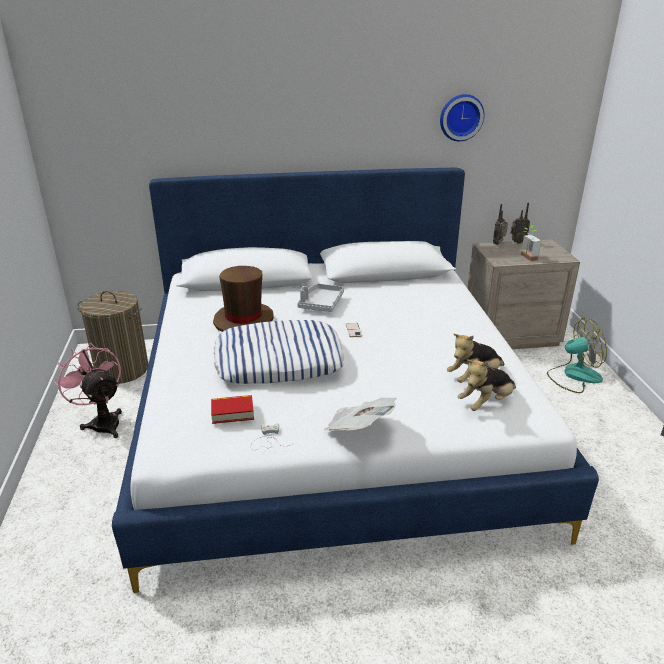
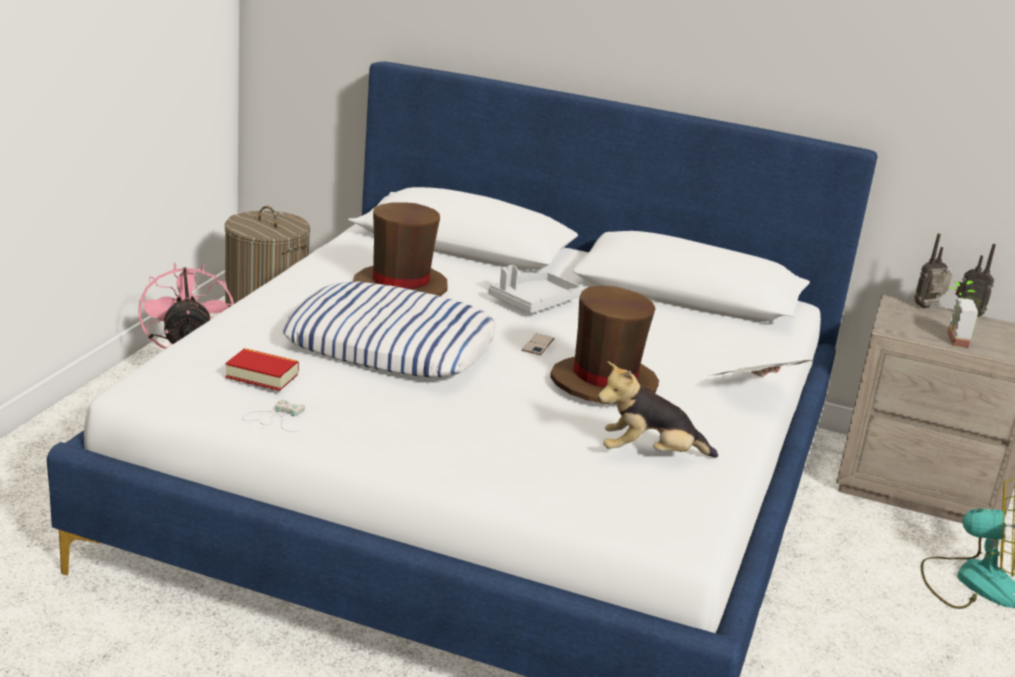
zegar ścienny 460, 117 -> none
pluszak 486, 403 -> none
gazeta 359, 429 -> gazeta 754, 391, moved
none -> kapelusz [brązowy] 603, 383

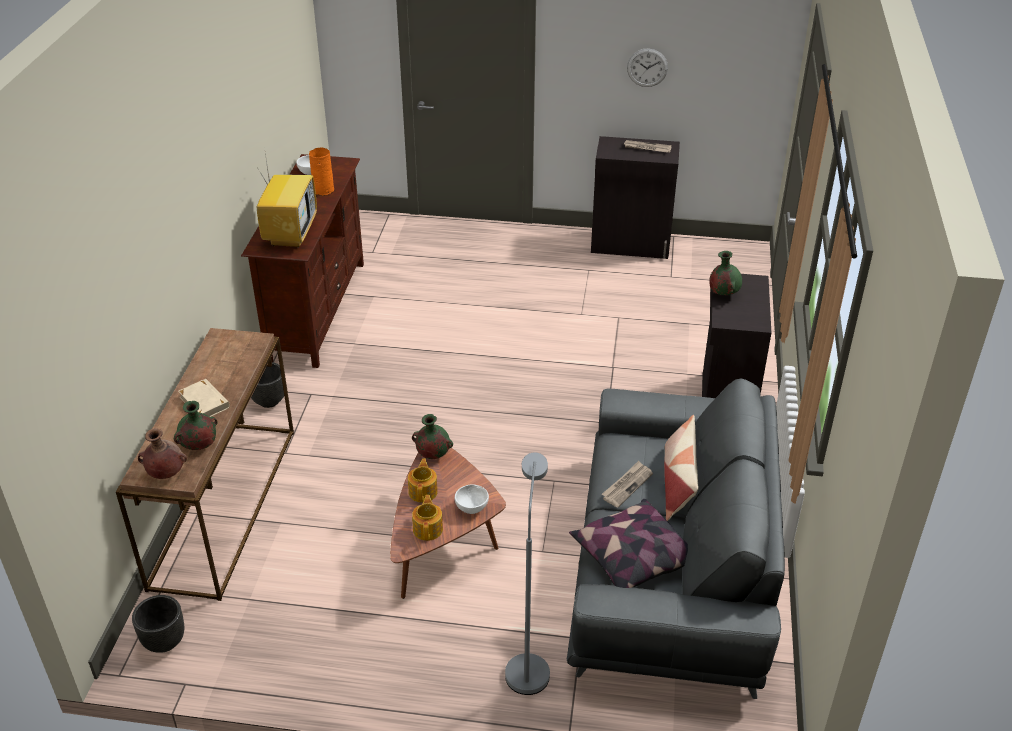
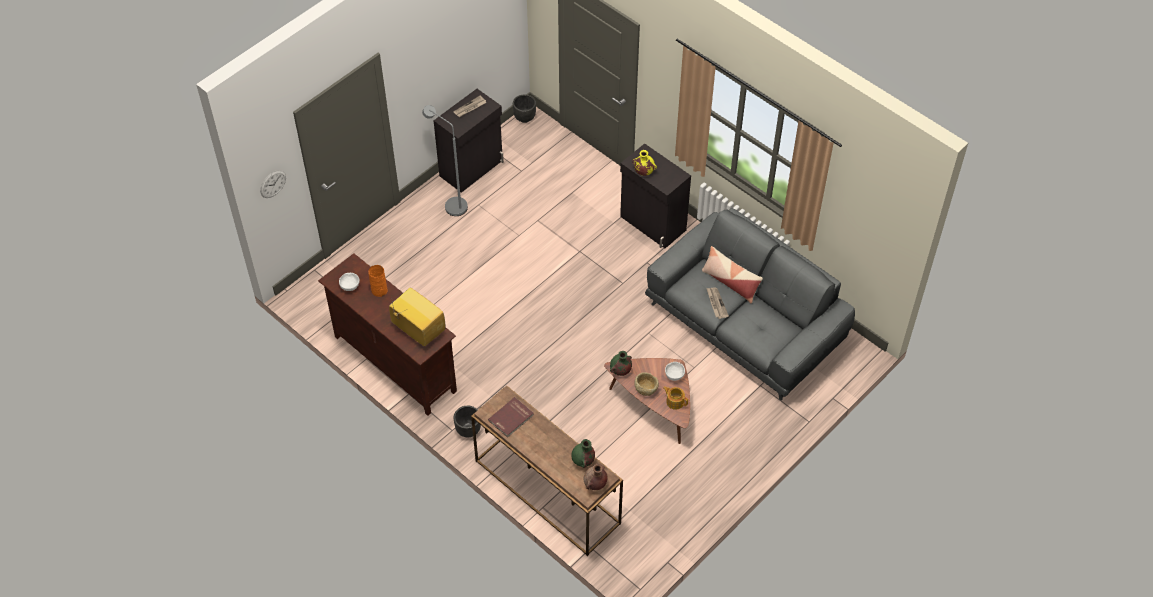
zegar ścienny 647, 67 -> zegar ścienny 273, 184, moved
wazon [zielony] 723, 293 -> wazon [żółty] 643, 171
książka [beżowy] 205, 402 -> none
lampa stojąca [szary] 528, 665 -> lampa stojąca [szary] 451, 204, moved
imbryk 423, 491 -> miska [beżowy] 646, 389
poduszka 632, 558 -> none
donica [czarny] 164, 642 -> donica [czarny] 524, 118, moved
none -> książka [czerwony] 511, 418

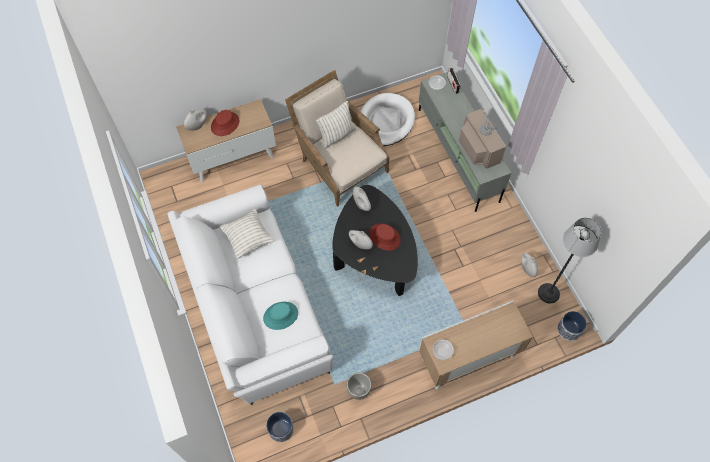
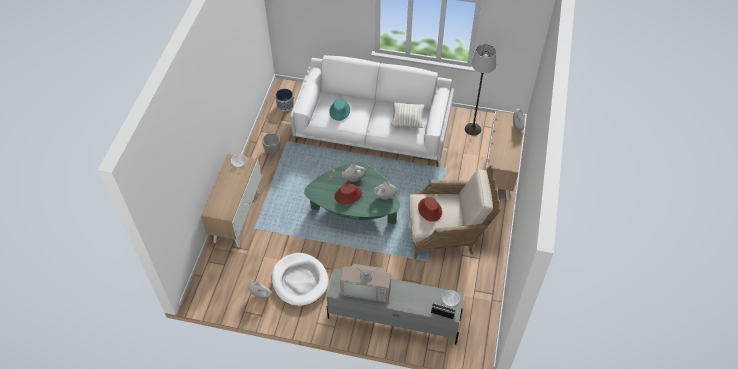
legowisko [biały] 385, 121 -> legowisko [biały] 300, 280, moved
poduszka 337, 135 -> none
kapelusz [czerwony] 225, 124 -> kapelusz [czerwony] 430, 209, moved
ława [czarny] 374, 253 -> ława [zielony] 354, 210
lampa stojąca 548, 293 -> lampa stojąca 473, 129, moved
donica 568, 329 -> none

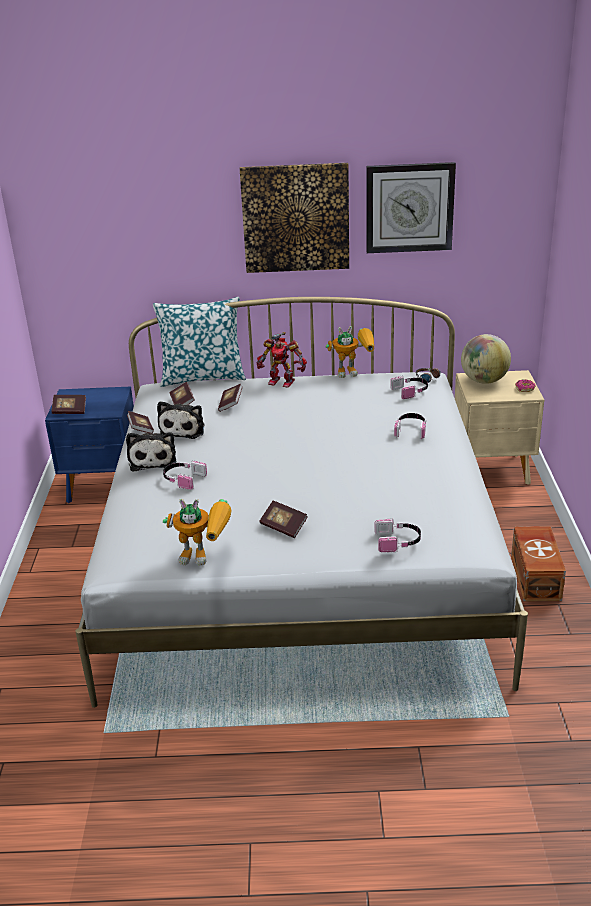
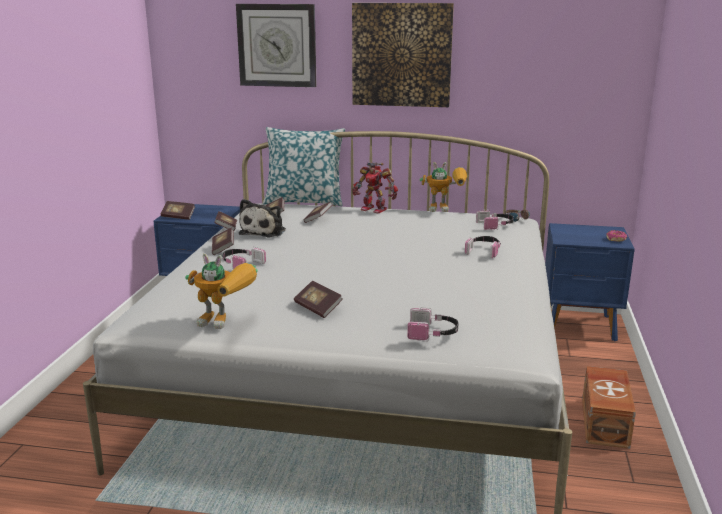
zegar ścienny 409, 208 -> zegar ścienny 277, 45, moved
globus 484, 381 -> none
szafka nocna [beżowy] 493, 471 -> szafka nocna [niebieski] 580, 326
pluszak 153, 459 -> książka 223, 248

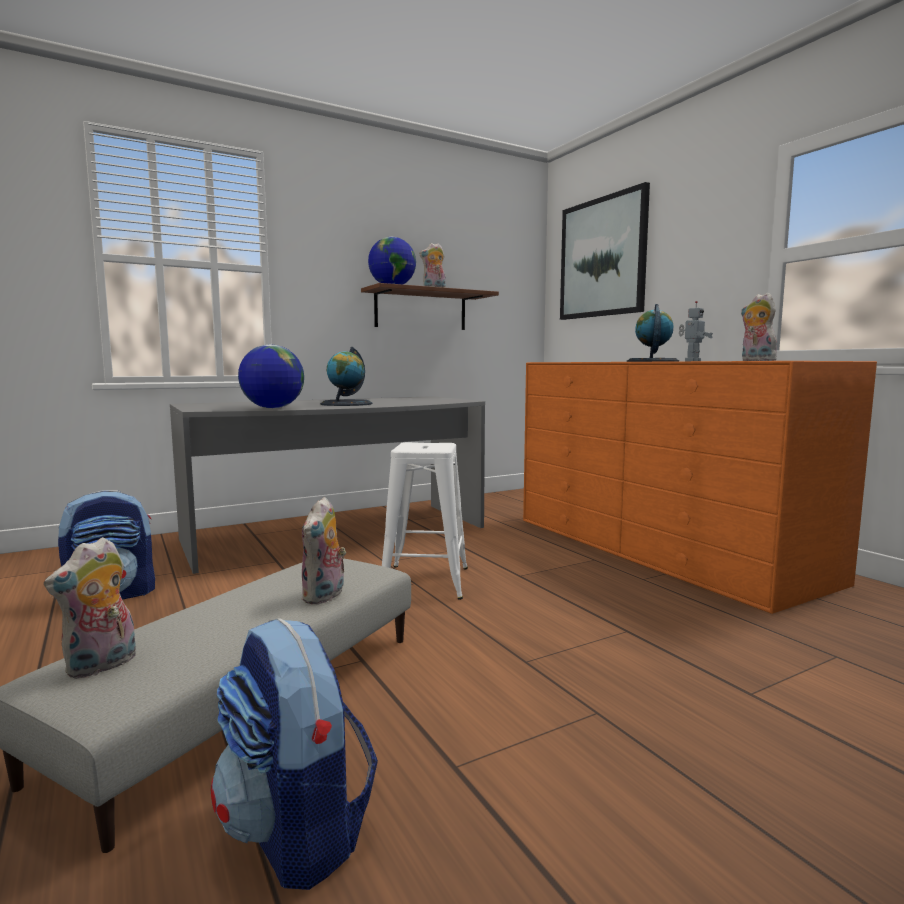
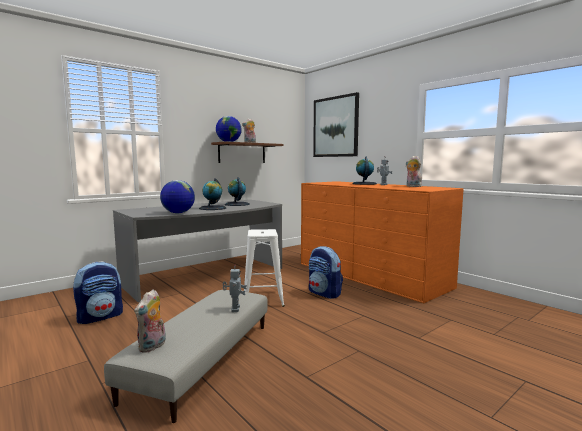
pluszak 325, 596 -> robot zabawkowy 234, 309
plecak 297, 831 -> plecak 324, 293, moved
none -> globus 237, 204

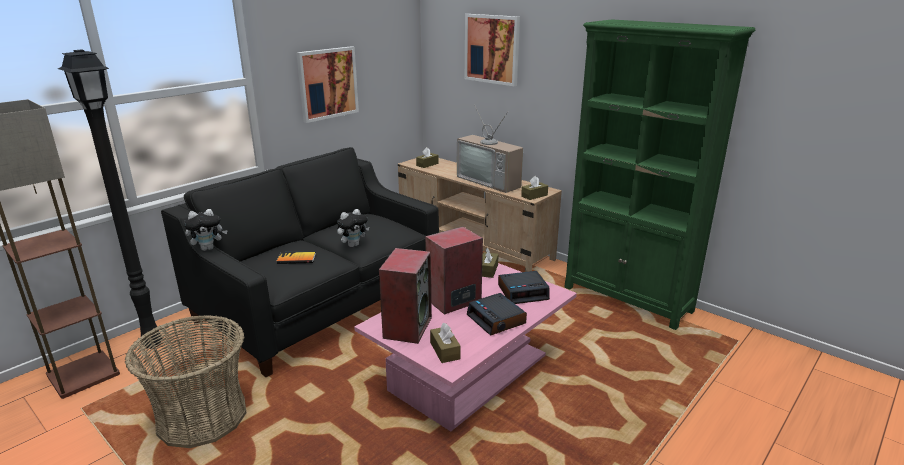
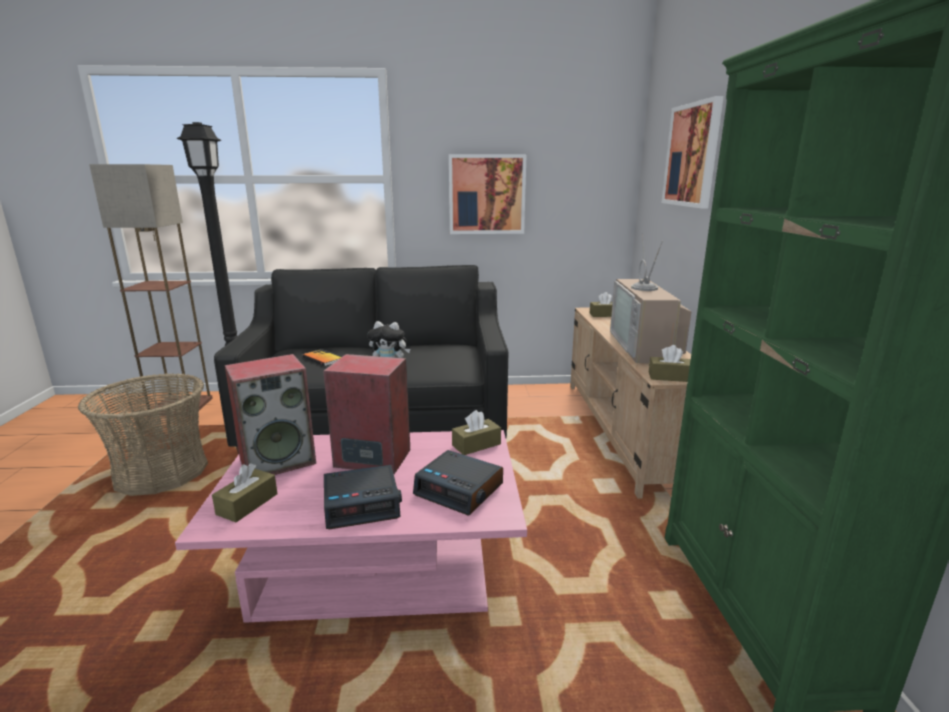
pluszak 208, 248 -> none
budzik 497, 320 -> budzik 362, 503, 120 degrees counterclockwise

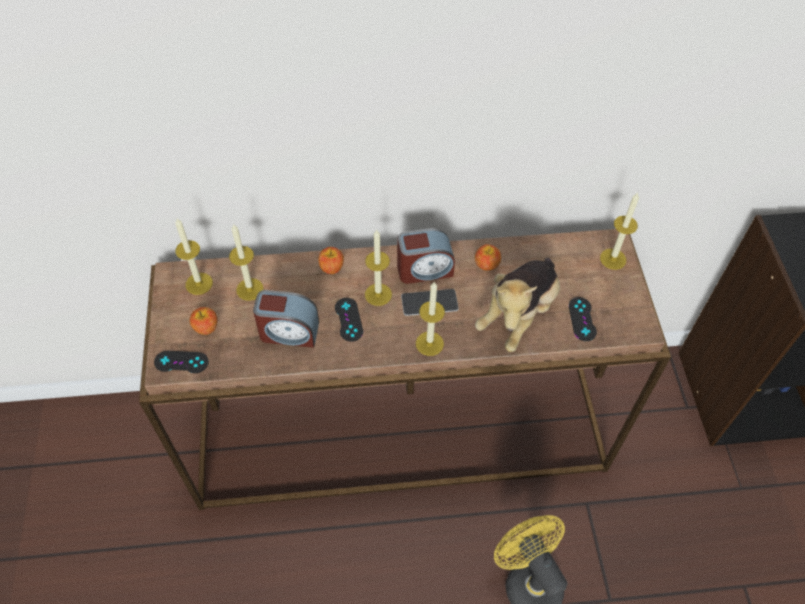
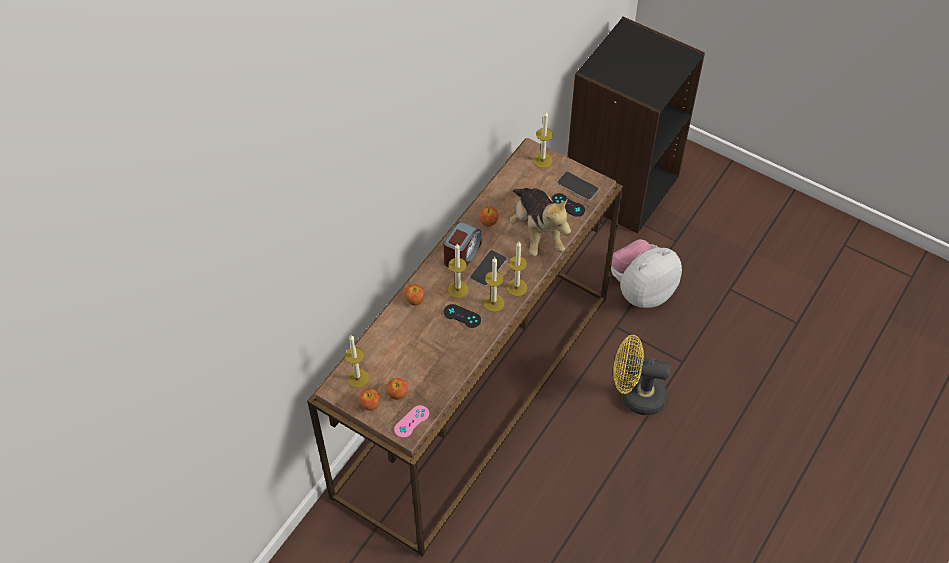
świeca 250, 289 -> świeca 493, 303, moved
budzik 289, 332 -> none
pad do gier [czarny] 181, 362 -> pad do gier [różowy] 411, 421
none -> telefon 577, 186
none -> pluszak 641, 290
none -> jabłko 370, 404

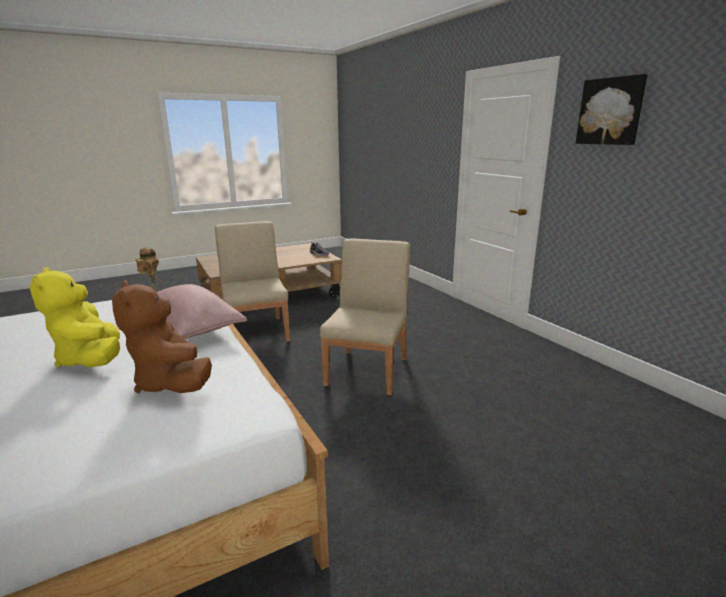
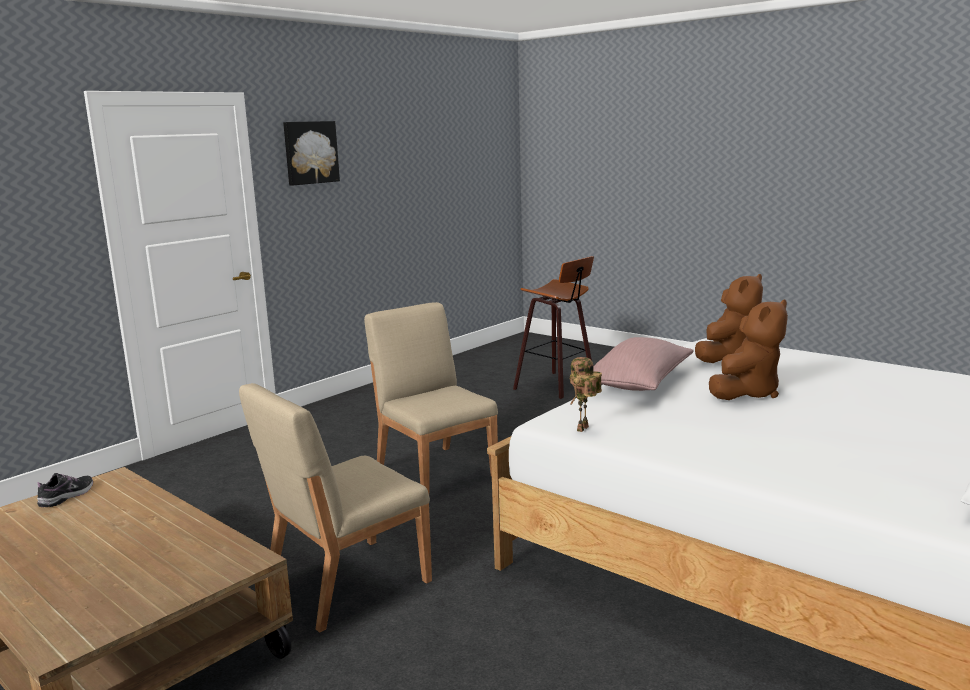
krzesło [beżowy] 368, 370 -> krzesło [beżowy] 436, 471, 60 degrees clockwise
pluszak [żółty] 91, 360 -> pluszak [brązowy] 747, 393
none -> stołek 558, 386

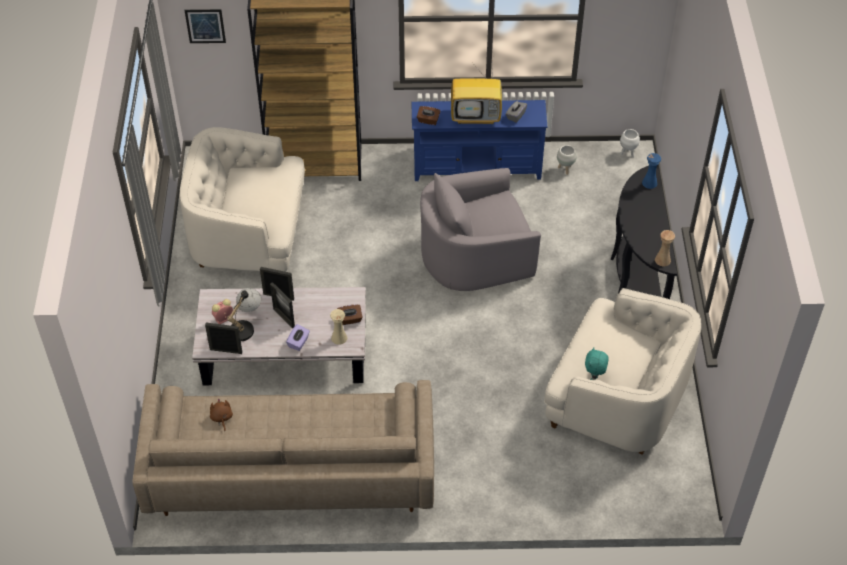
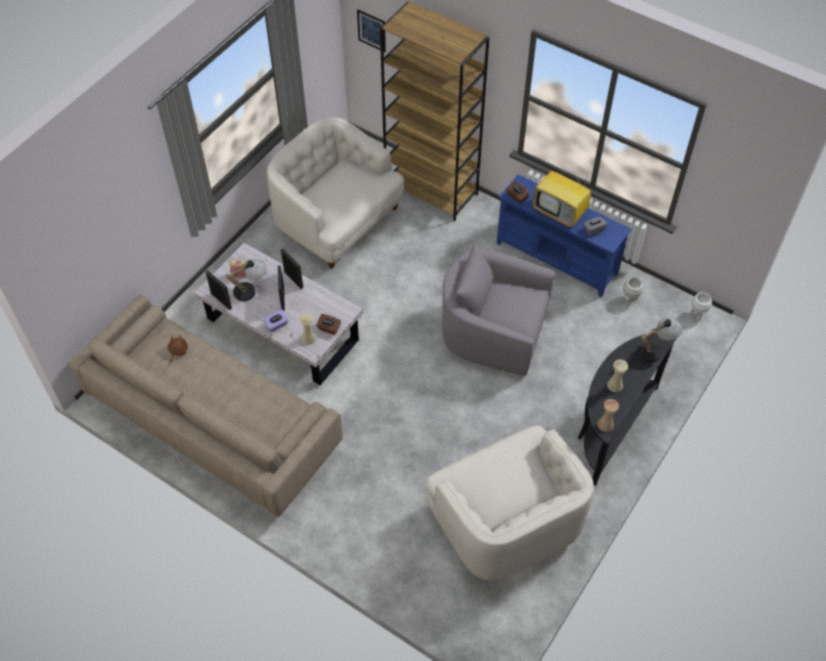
wazon [niebieski] 649, 183 -> lampa stołowa 654, 349
pluszak [turkusowy] 594, 378 -> none
none -> wazon [beżowy] 615, 385

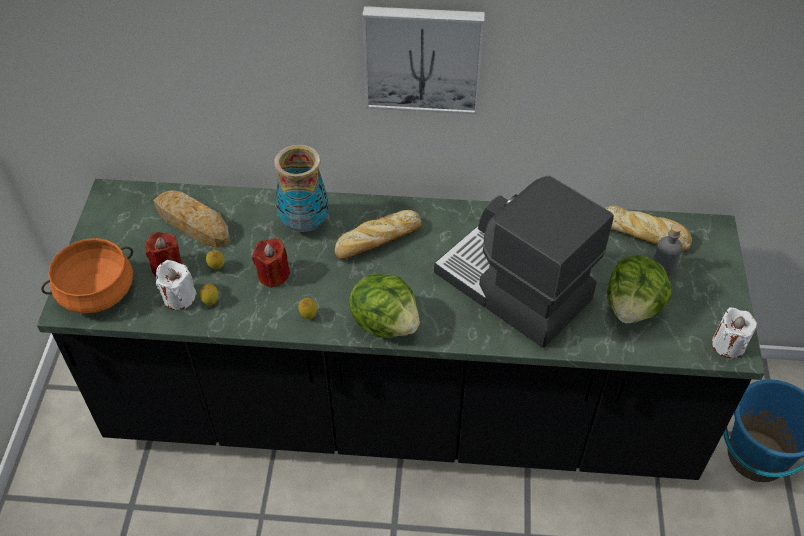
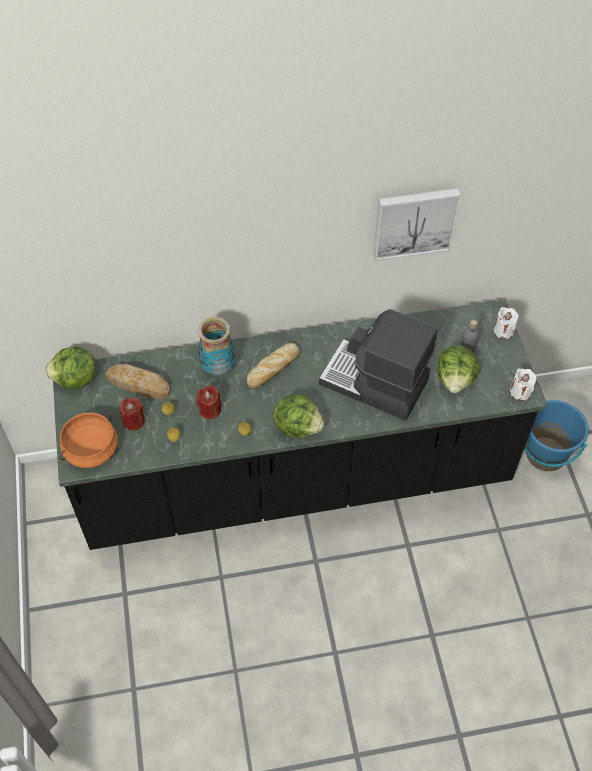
obraz 423, 57 -> obraz 414, 222, moved
chleb 644, 234 -> none
świeca [biały] 179, 297 -> świeca [biały] 503, 330, moved
none -> sałata 75, 379

